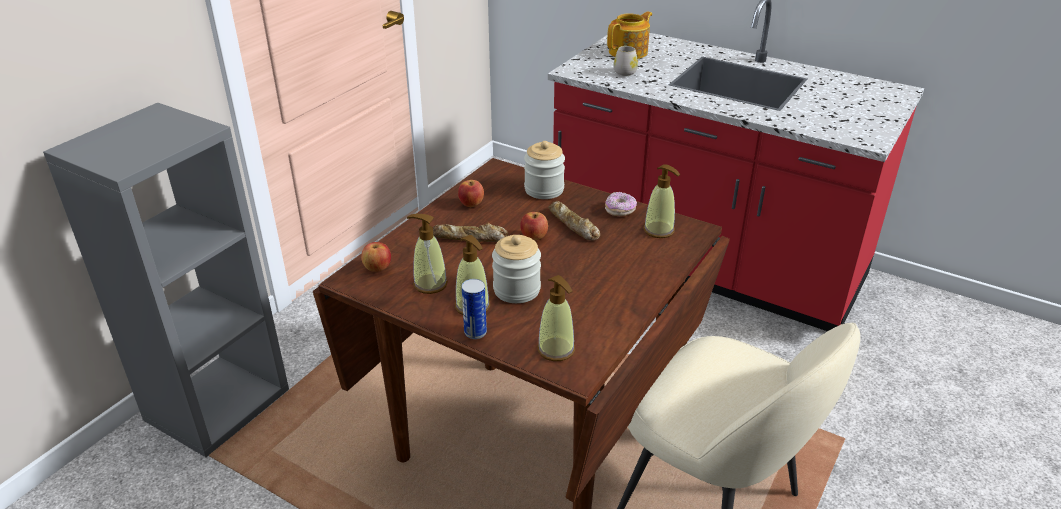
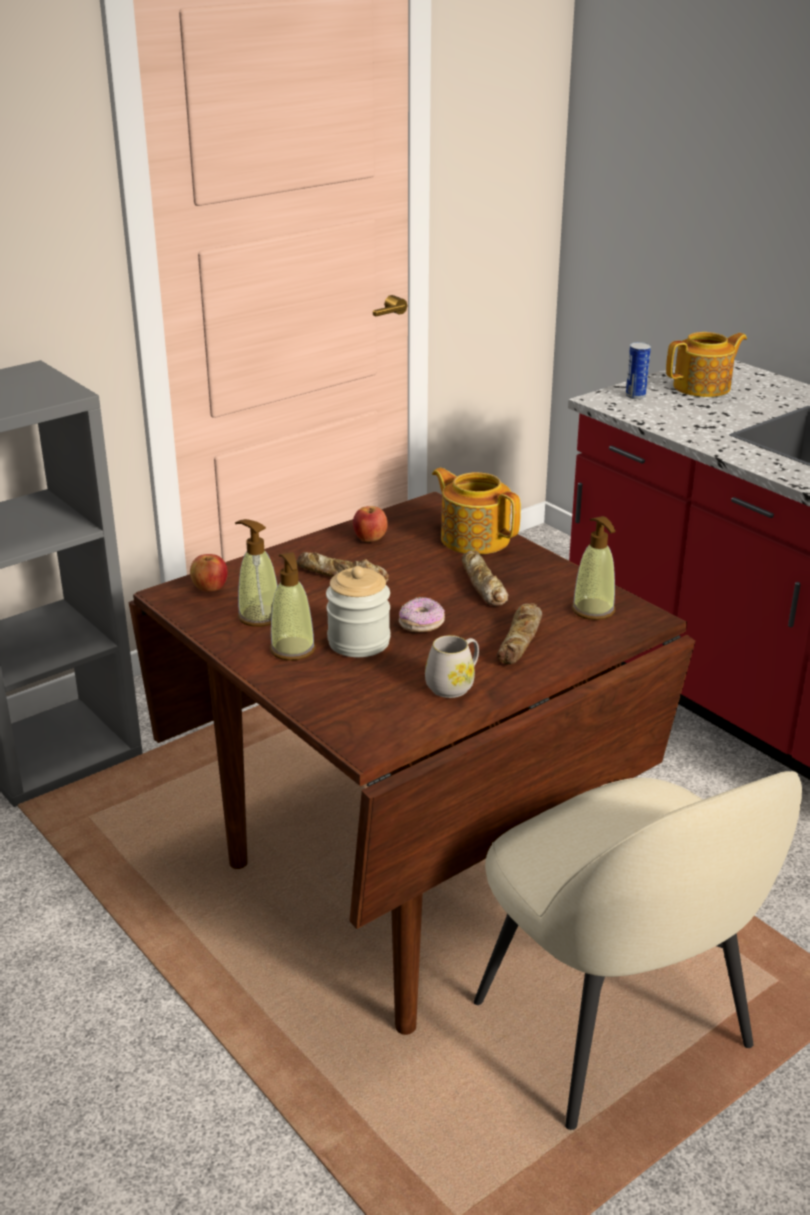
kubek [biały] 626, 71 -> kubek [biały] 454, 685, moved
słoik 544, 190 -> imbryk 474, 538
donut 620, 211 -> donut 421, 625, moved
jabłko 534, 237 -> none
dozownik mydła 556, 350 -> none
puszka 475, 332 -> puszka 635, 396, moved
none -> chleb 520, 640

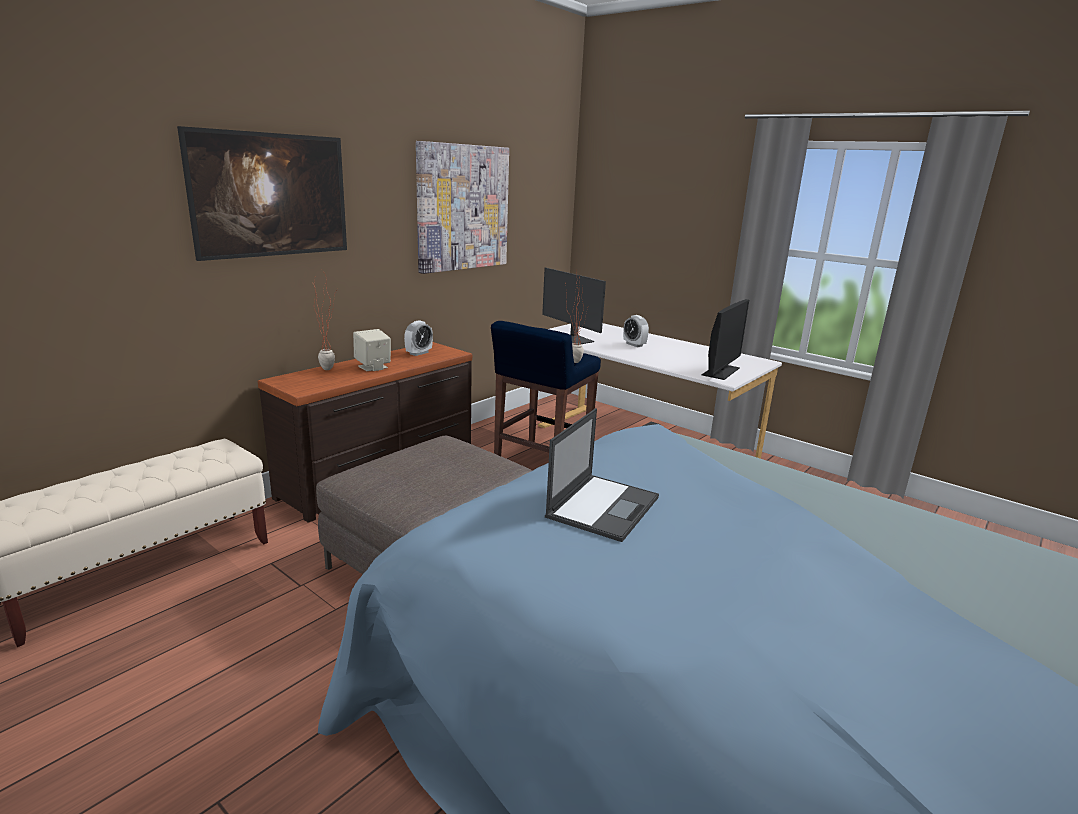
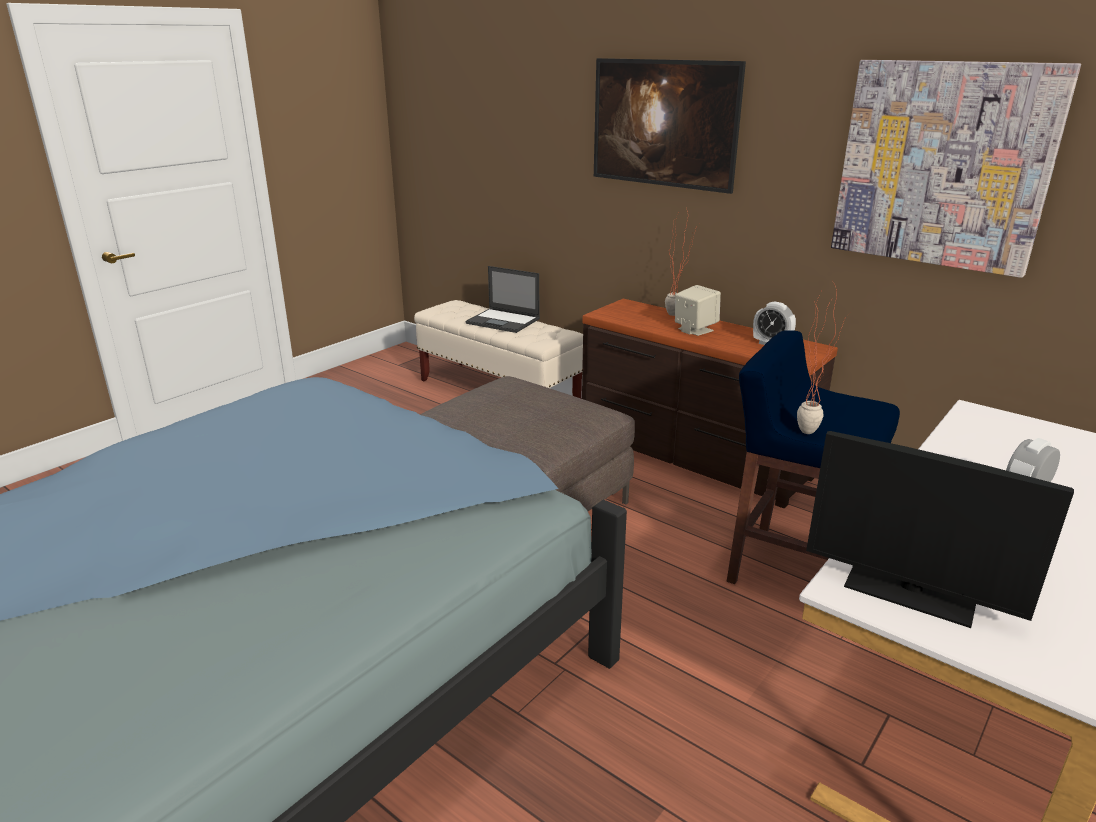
monitor 573, 340 -> none
laptop 603, 506 -> laptop 504, 321, moved

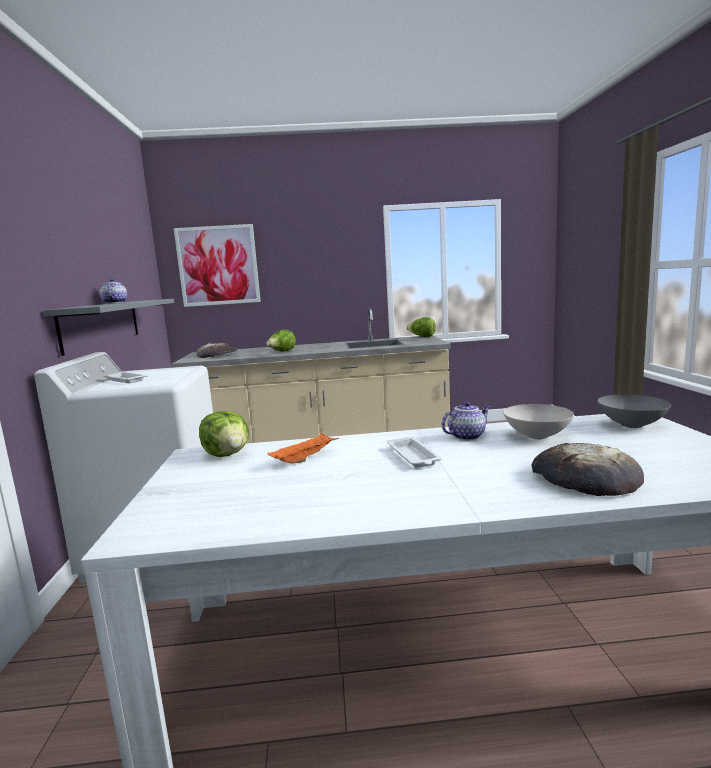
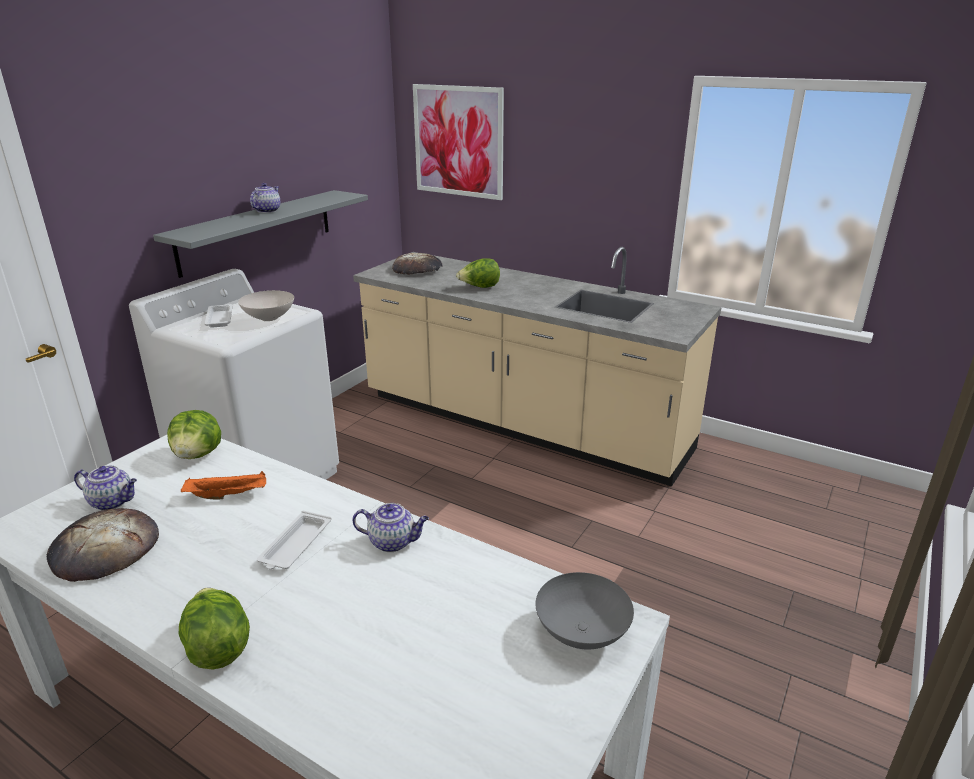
sałata 422, 337 -> sałata 218, 647, moved
miska [biały] 538, 436 -> miska [biały] 269, 318, moved
chleb 584, 477 -> chleb 105, 548, moved
none -> imbryk 113, 502

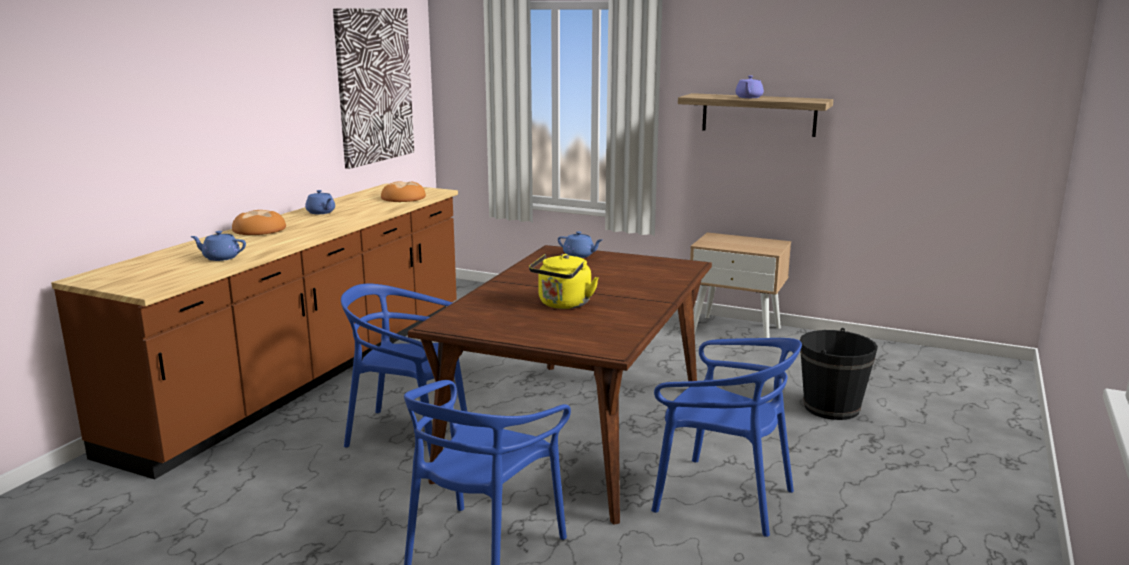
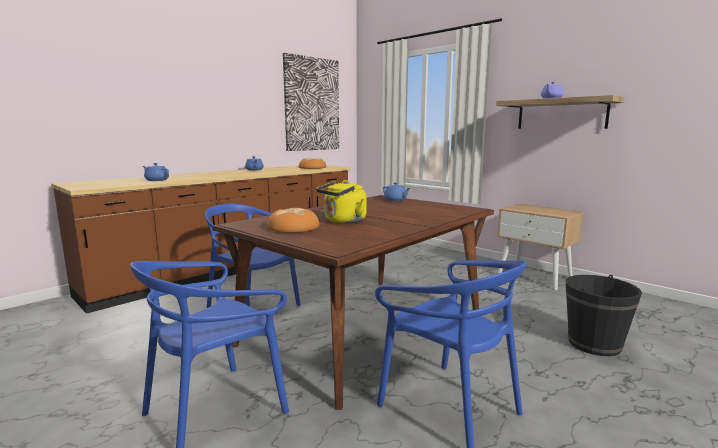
chleb 259, 230 -> chleb 293, 227, moved

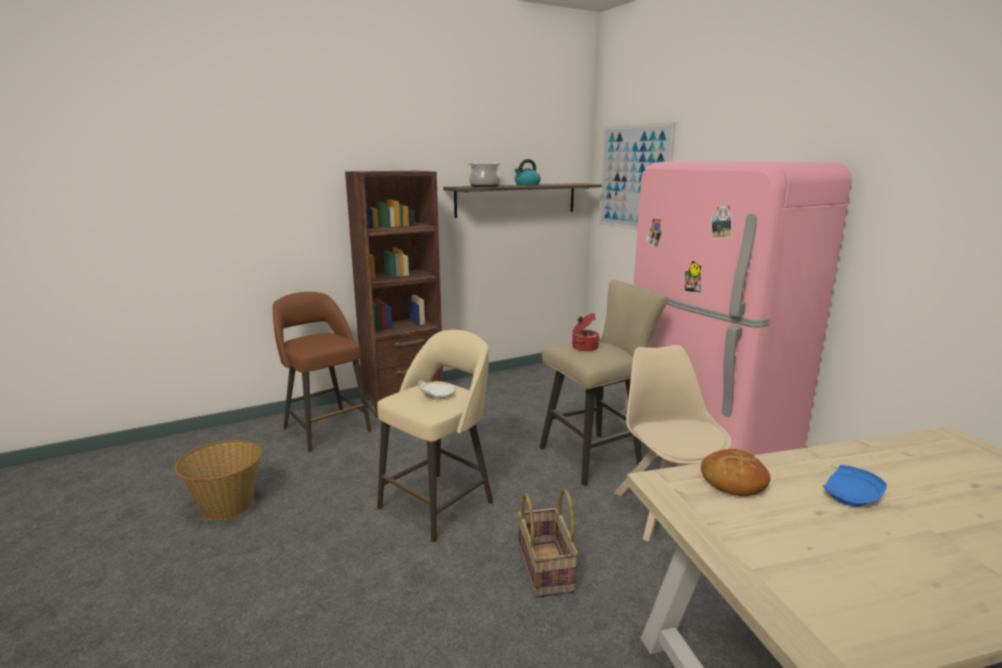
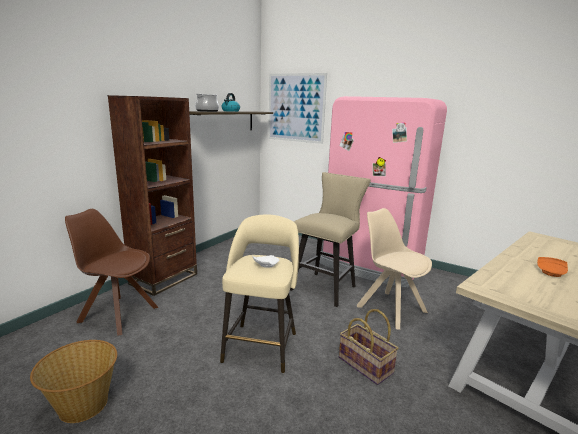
stołek [brązowy] 326, 428 -> krzesło [brązowy] 117, 314
garnek 584, 347 -> none
chleb 732, 481 -> none
talerz [niebieski] 851, 497 -> talerz [pomarańczowy] 551, 272

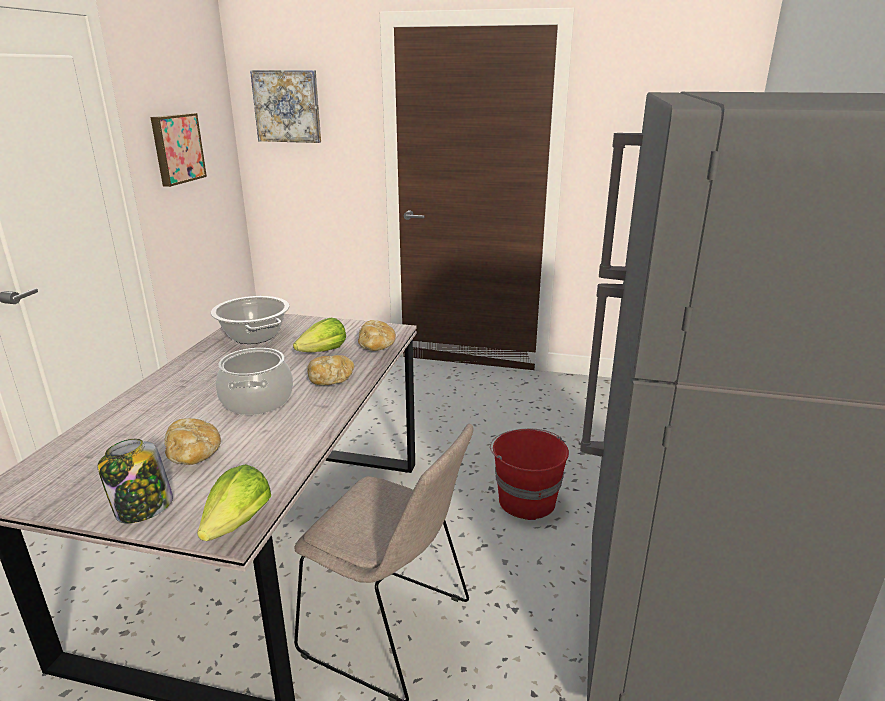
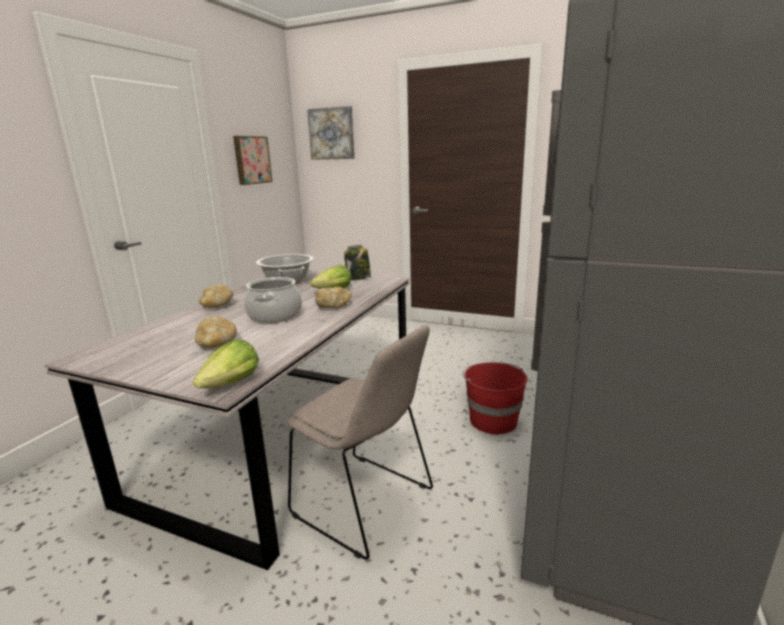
chleb 376, 346 -> chleb 217, 305, moved
słoik 143, 509 -> słoik 358, 278, moved

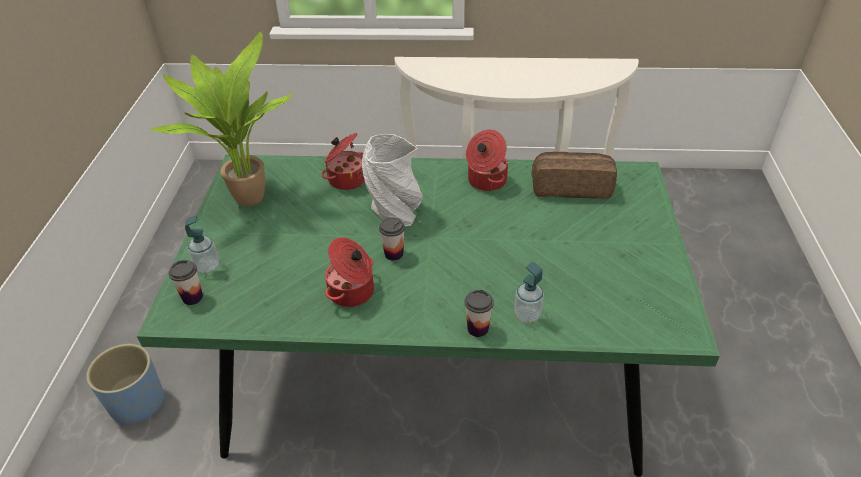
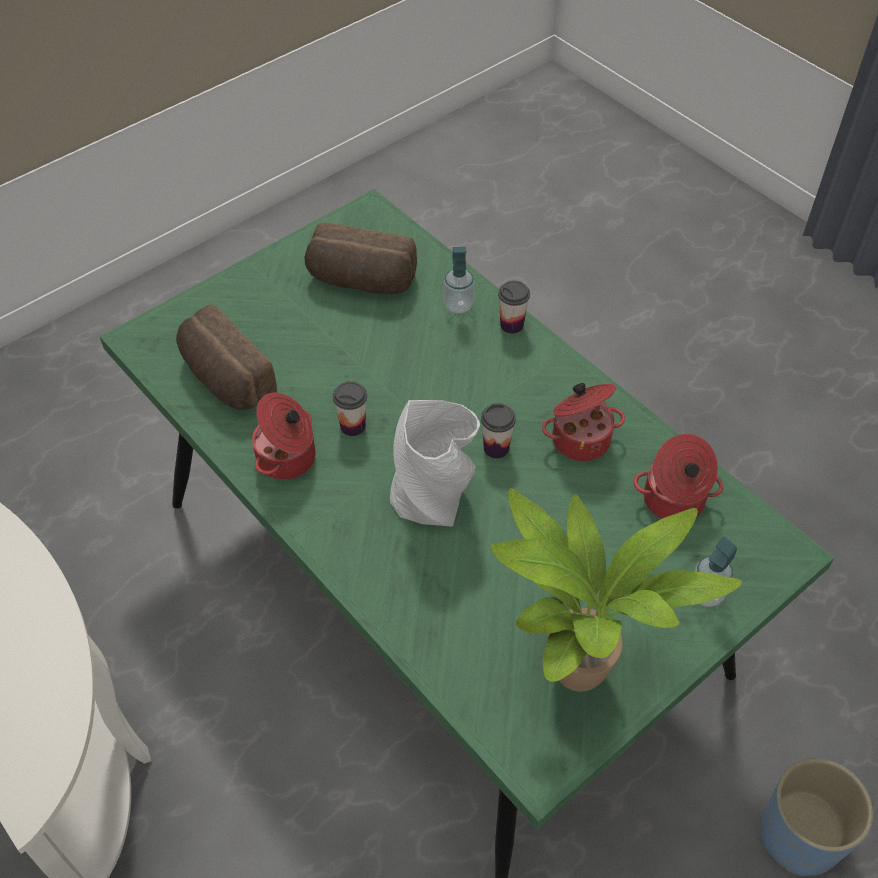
garnek 346, 179 -> garnek 673, 501, moved
filiżanka 192, 297 -> filiżanka 353, 426, moved
none -> chleb 361, 281

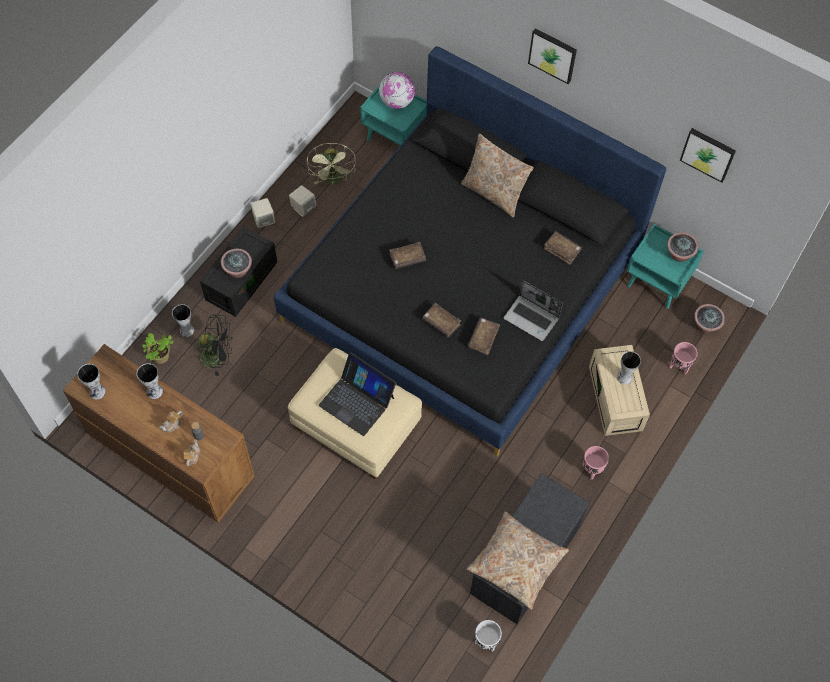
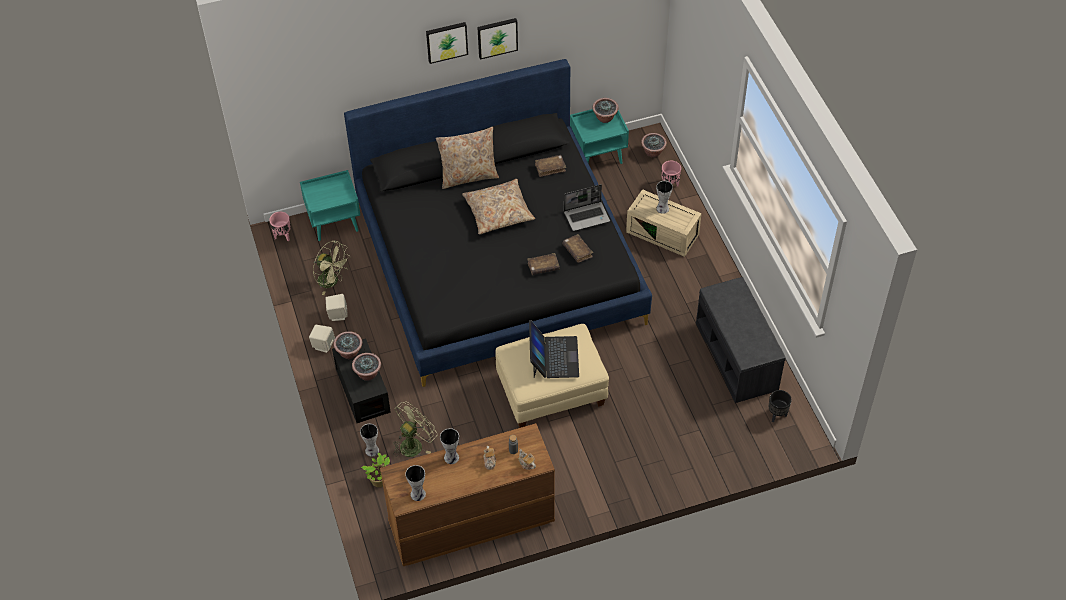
globus 397, 101 -> none
obraz 708, 153 -> obraz 497, 37, moved
książka [brązowy] 407, 258 -> none
wentylator [czarny] 217, 356 -> wentylator [zielony] 414, 443
laptop 357, 401 -> laptop 554, 357, 75 degrees counterclockwise
donica [różowy] 591, 469 -> donica [różowy] 282, 236, moved
poduszka [beżowy] 516, 563 -> poduszka [beżowy] 498, 212, moved
donica [biały] 486, 642 -> donica [czarny] 777, 415
none -> roślina doniczkowa 349, 353

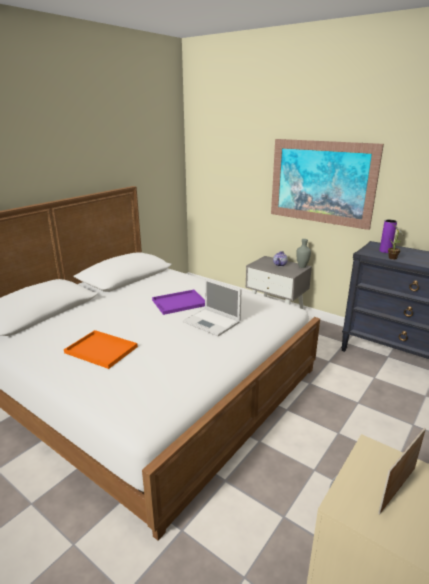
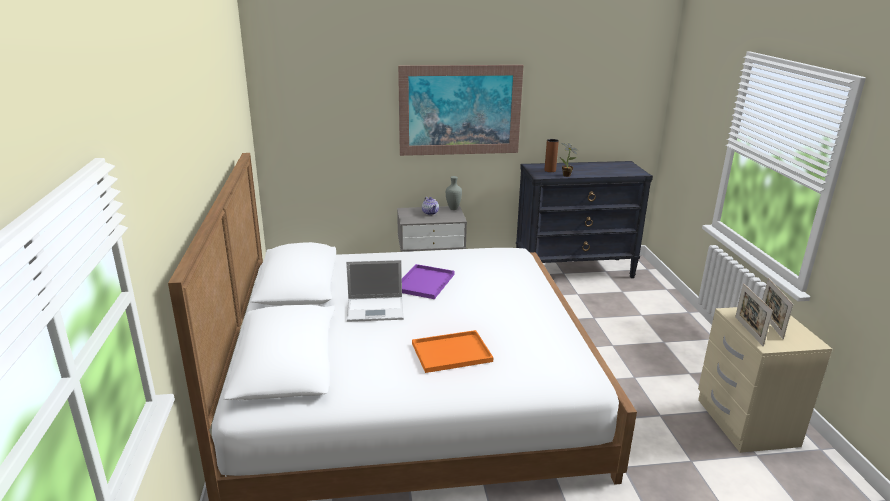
wazon [fioletowy] 385, 251 -> wazon [brązowy] 550, 170
laptop 212, 322 -> laptop 376, 309, moved
none -> ramka na zdjęcie 748, 331

